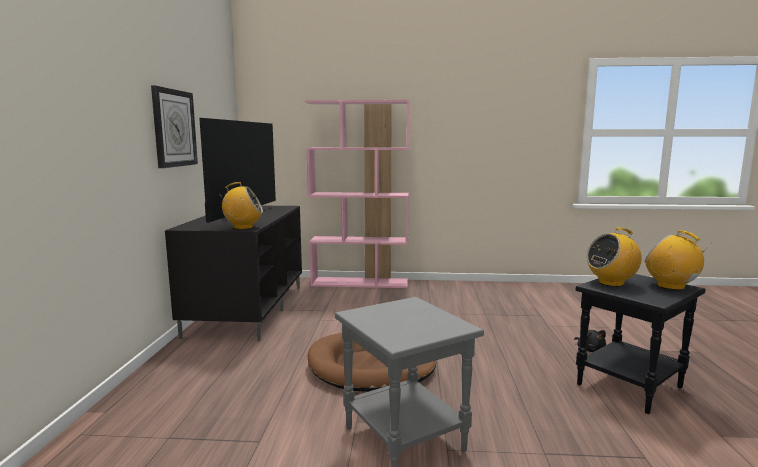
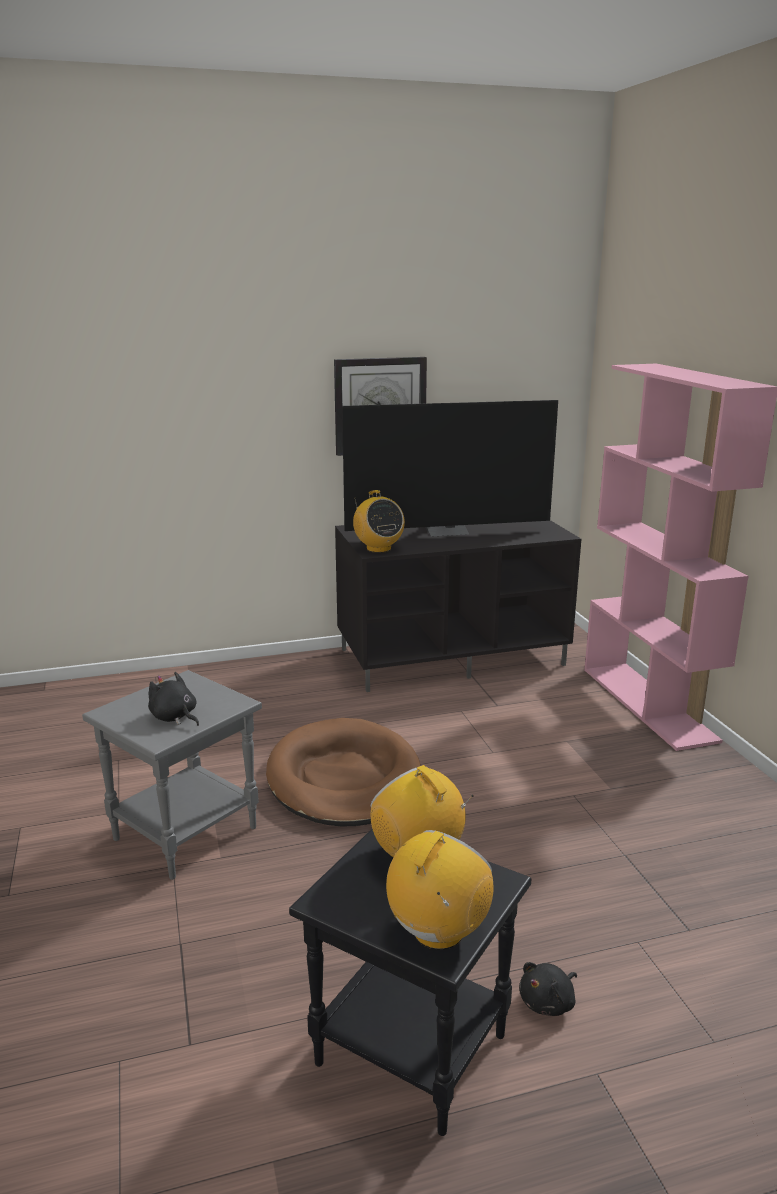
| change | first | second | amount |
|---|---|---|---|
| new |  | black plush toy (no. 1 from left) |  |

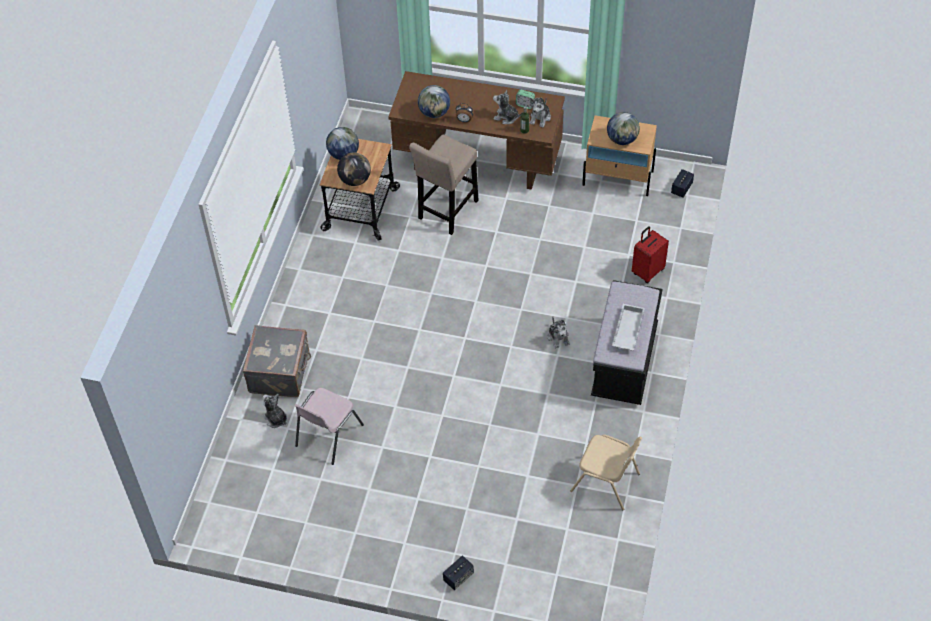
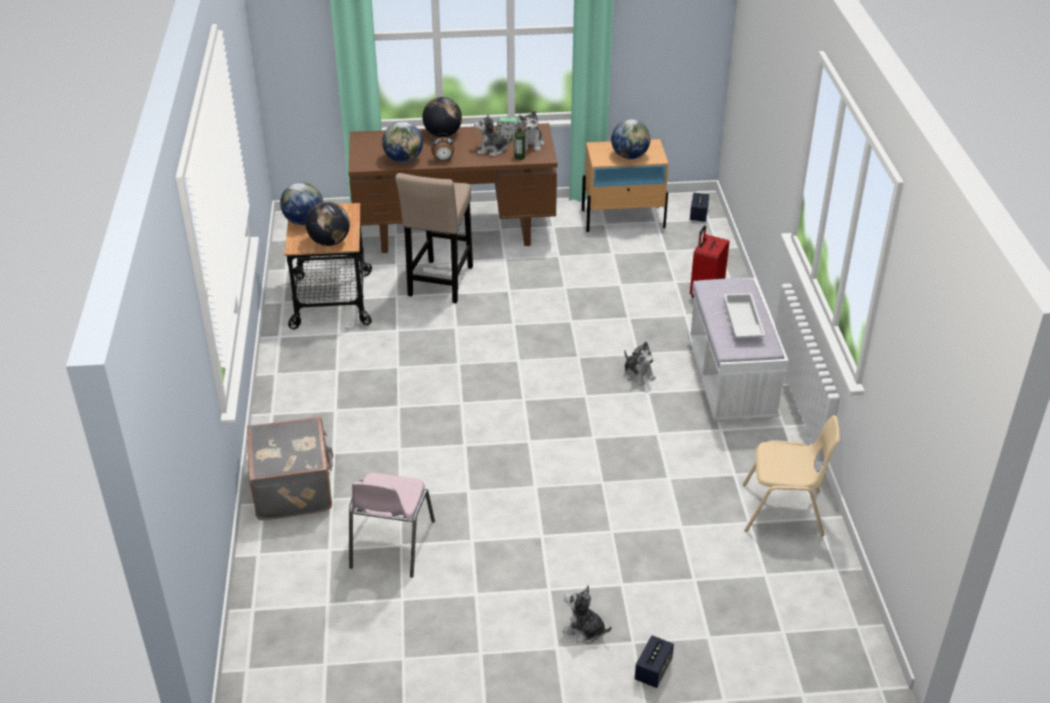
| change | first | second | amount |
|---|---|---|---|
| shifted | plush toy (no. 1 from left in the first image) | plush toy (no. 3 from left) |  |
| repainted | black bench | white bench |  |
| new |  | globe (no. 4 from left) |  |

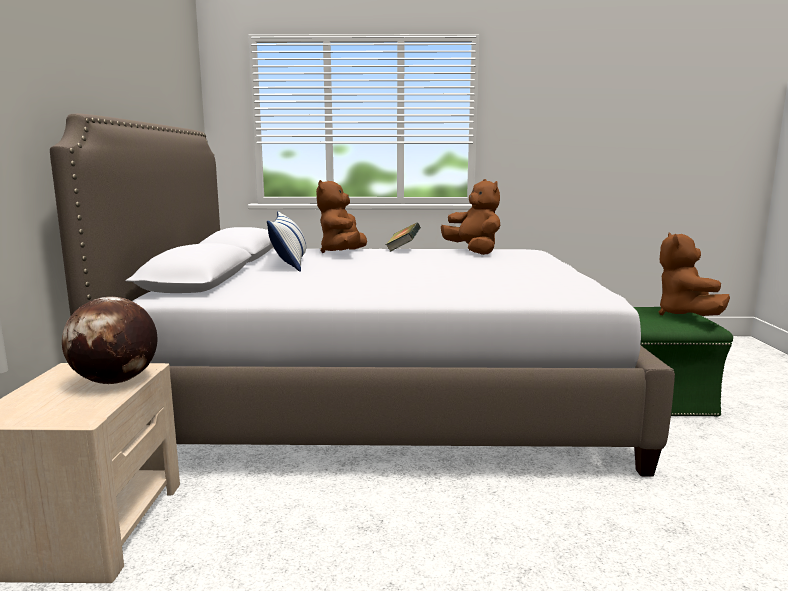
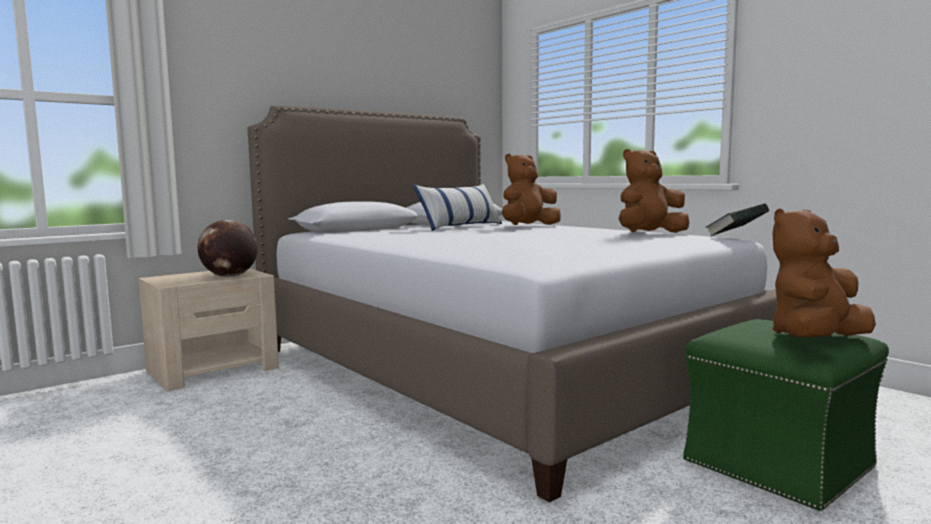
| change | first | second | amount |
|---|---|---|---|
| shifted | book |  |  |
| rotated | brown plush toy (no. 2 from left) |  | 135 degrees counterclockwise |

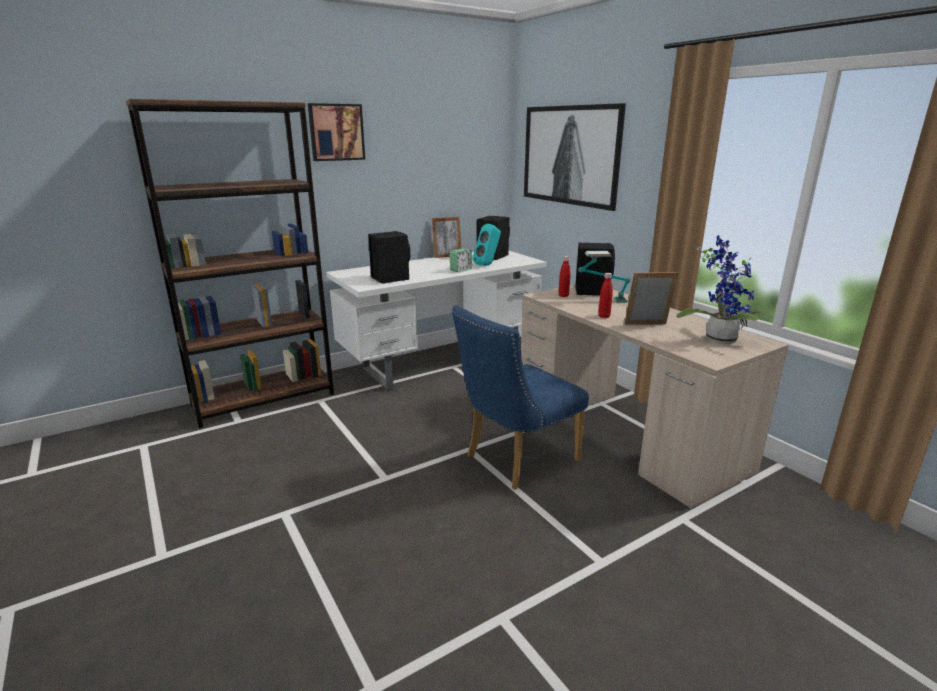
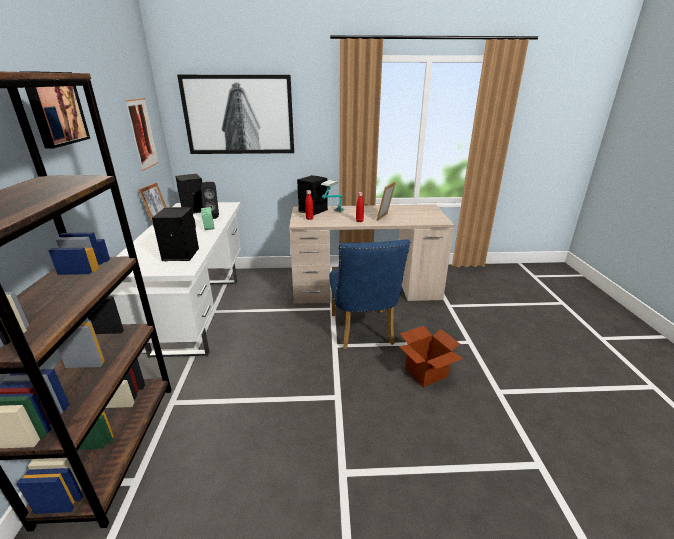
| change | first | second | amount |
|---|---|---|---|
| repainted | turquoise speaker | black speaker (no. 3 from left) |  |
| gone | potted plant |  |  |
| new |  | picture (no. 2 from left) |  |
| new |  | cardboard box |  |

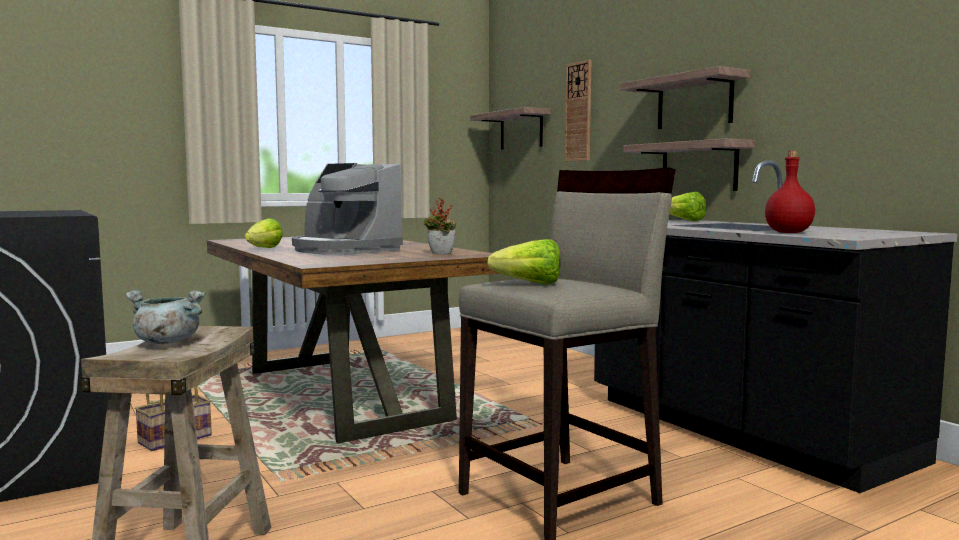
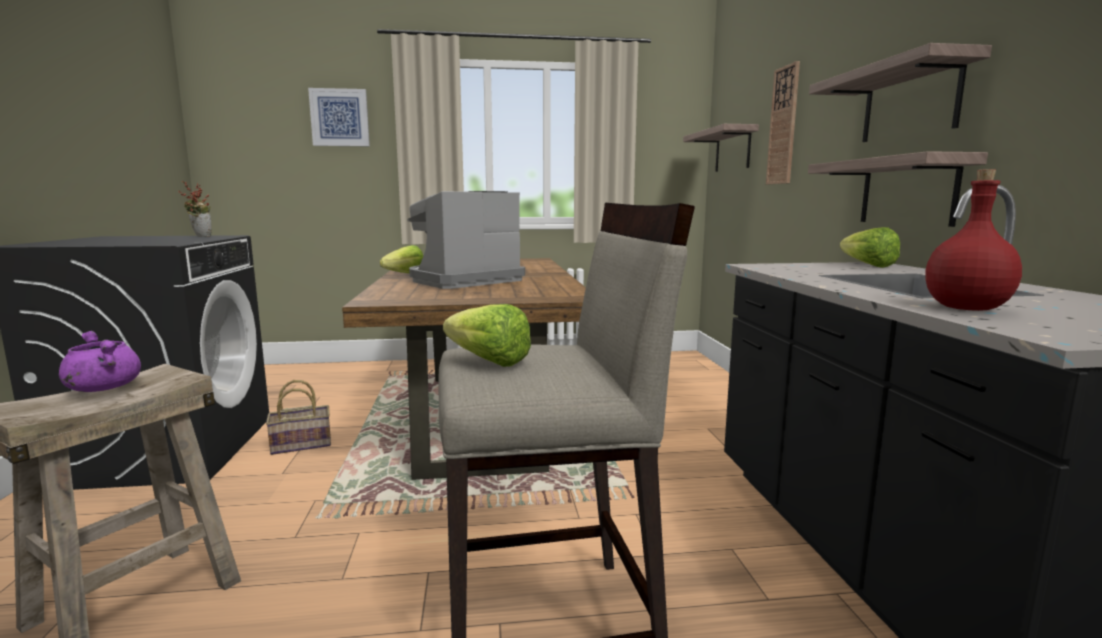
| change | first | second | amount |
|---|---|---|---|
| repainted | grey cooking pot | purple cooking pot |  |
| rotated | coffee machine |  | 75 degrees clockwise |
| shifted | potted plant |  |  |
| new |  | picture |  |

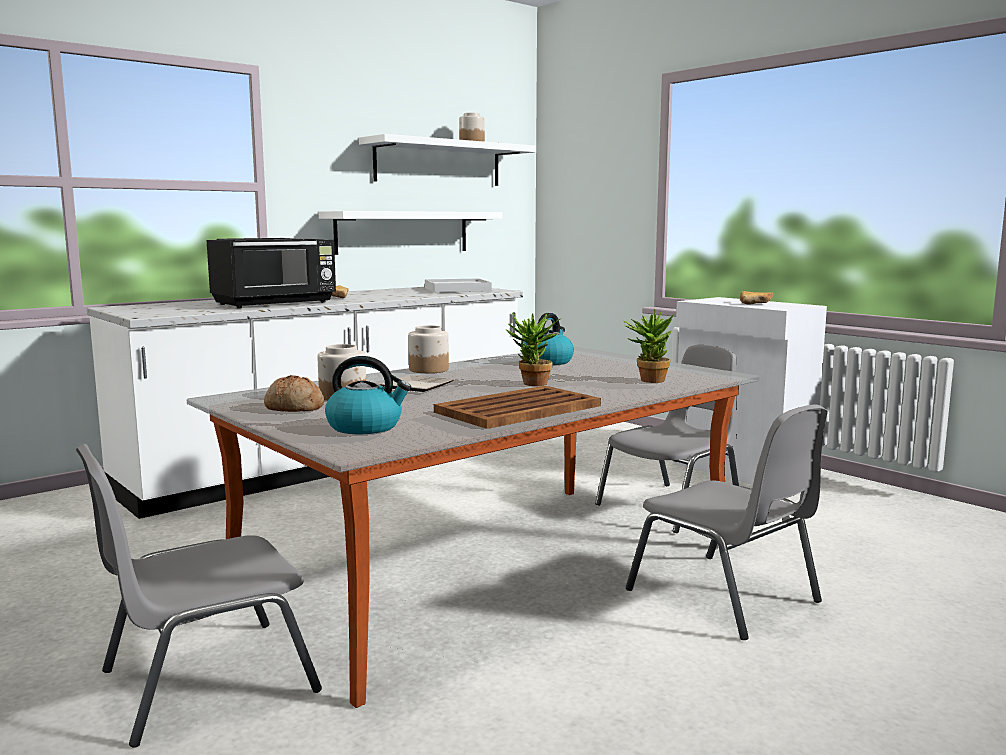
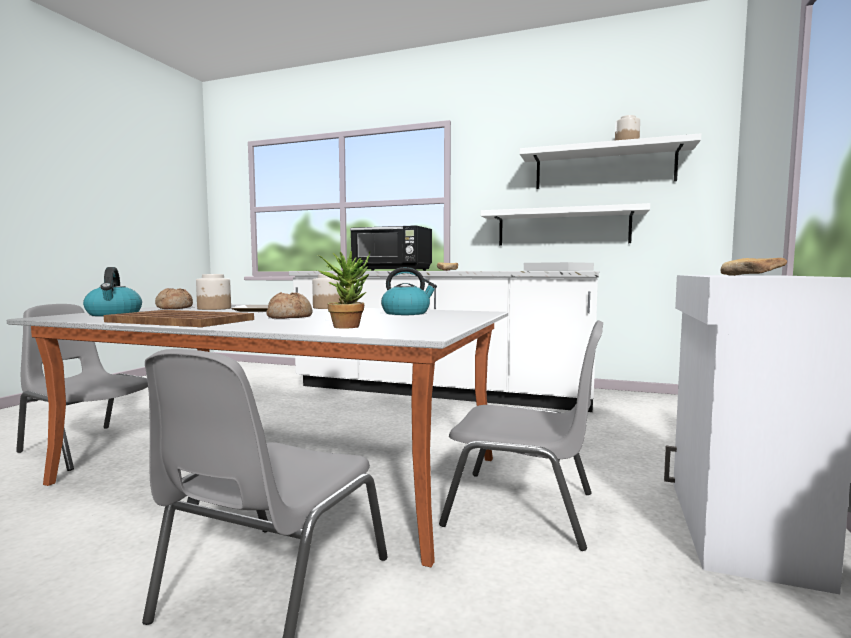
| change | first | second | amount |
|---|---|---|---|
| swapped | potted plant (no. 1 from left) | bread (no. 2 from left) |  |

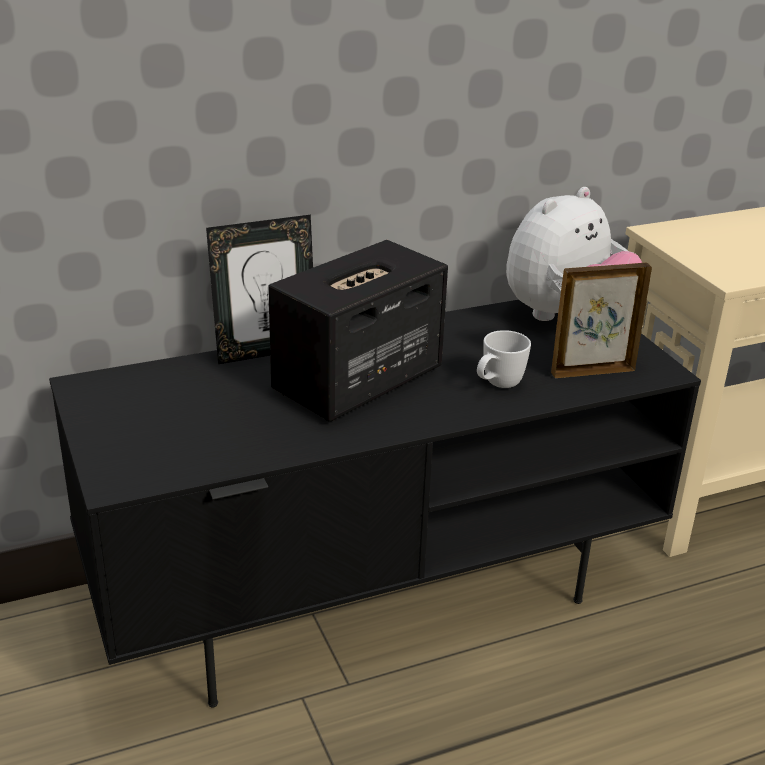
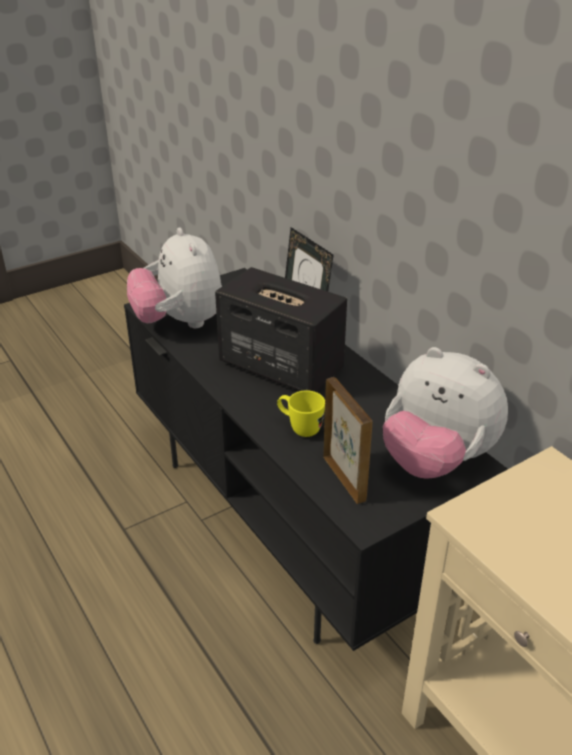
| change | first | second | amount |
|---|---|---|---|
| repainted | white mug | yellow mug |  |
| new |  | plush toy (no. 1 from left) |  |

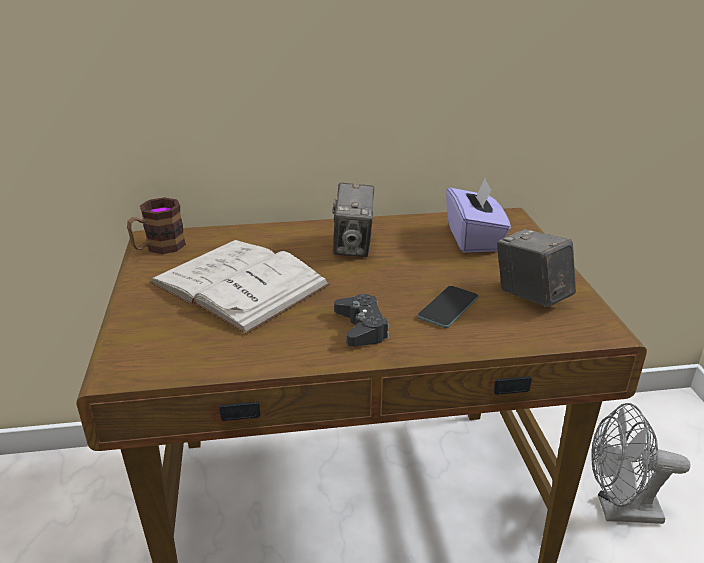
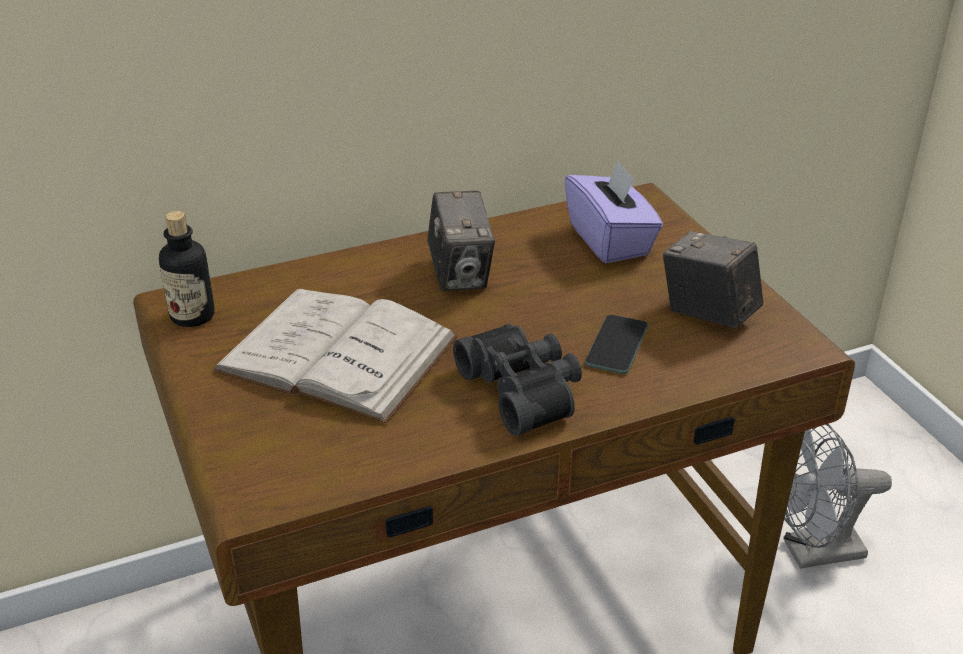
| change | first | second | amount |
|---|---|---|---|
| swapped | mug | bottle |  |
| swapped | black game controller | black binoculars |  |

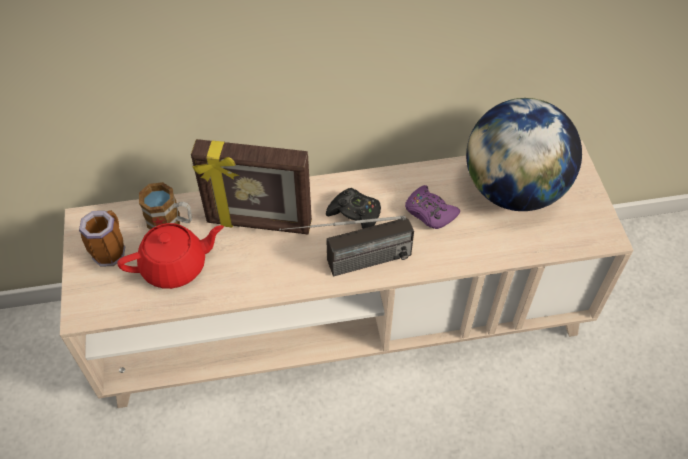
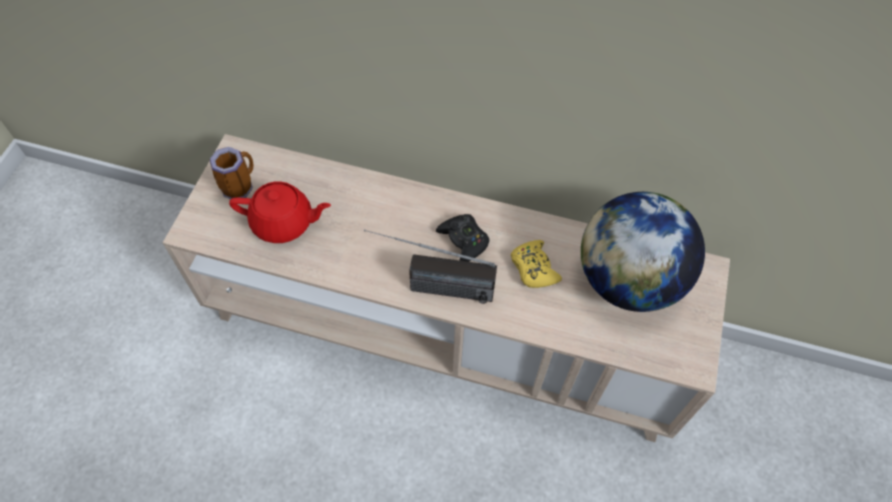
| change | first | second | amount |
|---|---|---|---|
| gone | mug (no. 2 from left) |  |  |
| gone | picture frame |  |  |
| repainted | purple game controller | yellow game controller |  |

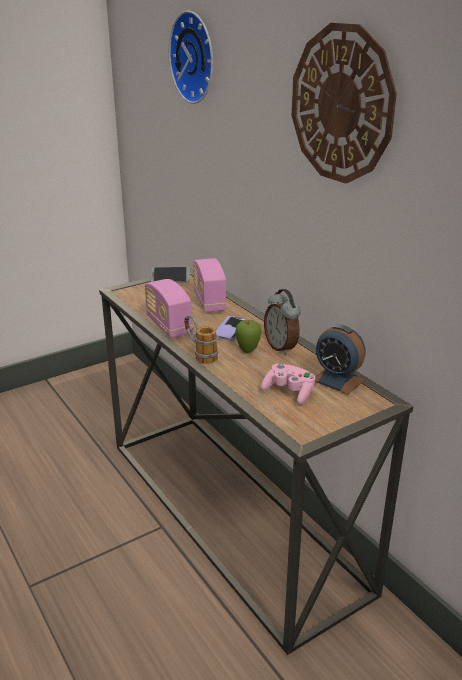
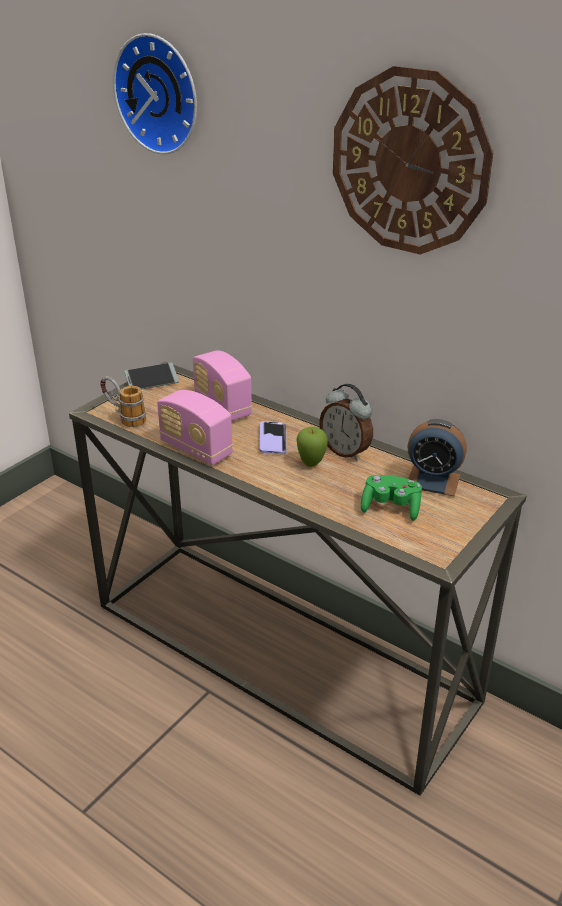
| change | first | second | amount |
|---|---|---|---|
| shifted | mug |  |  |
| repainted | pink game controller | green game controller |  |

